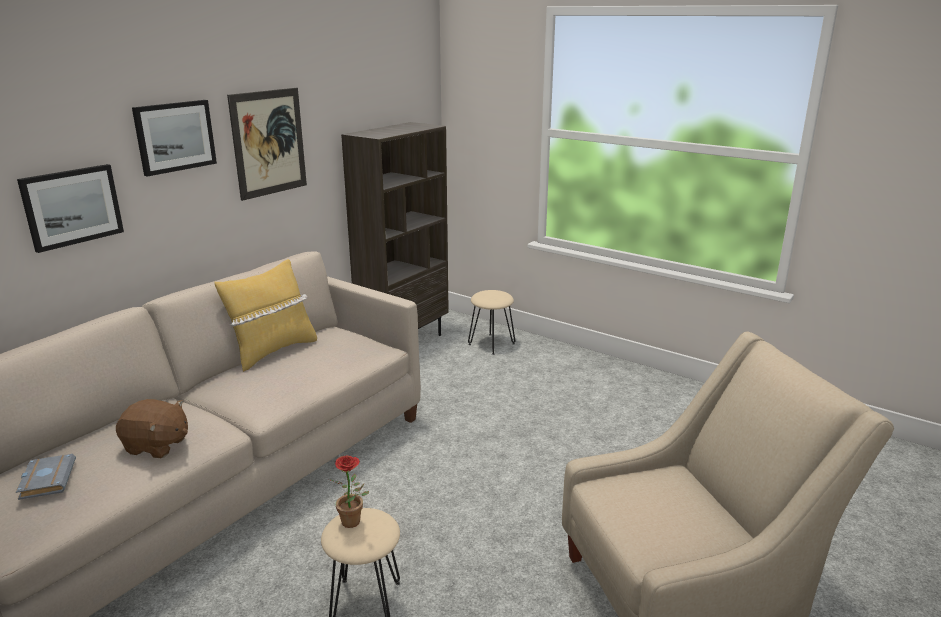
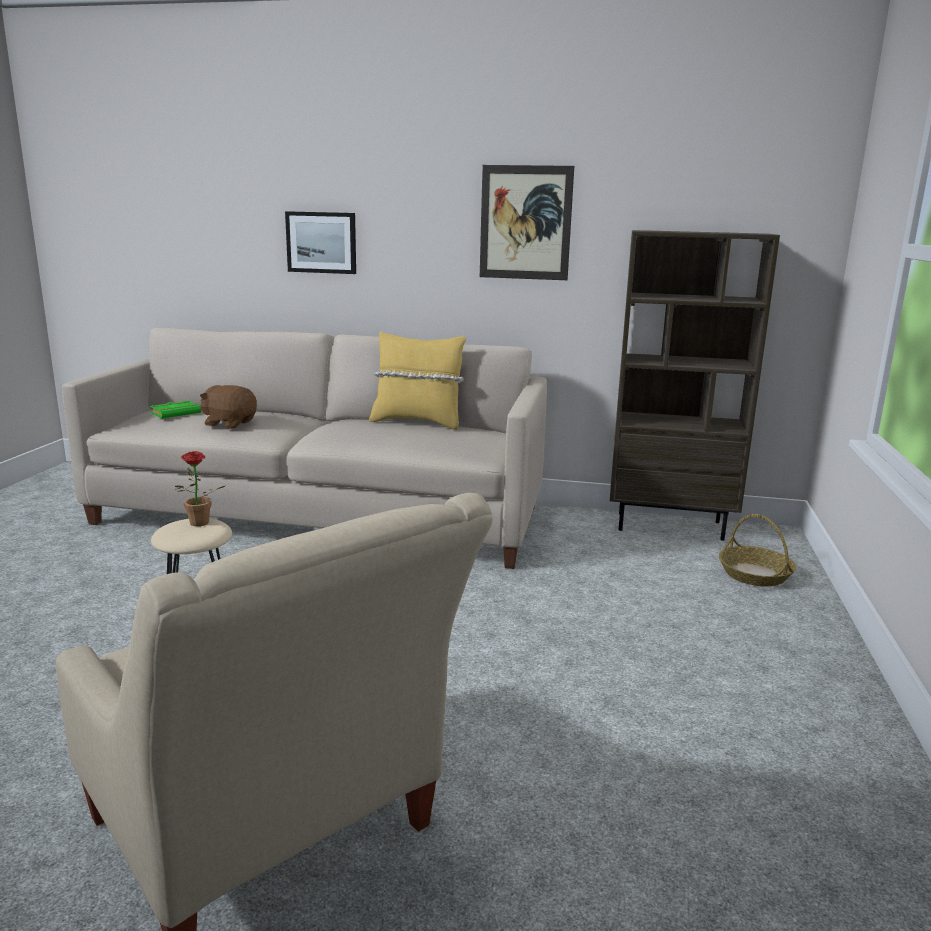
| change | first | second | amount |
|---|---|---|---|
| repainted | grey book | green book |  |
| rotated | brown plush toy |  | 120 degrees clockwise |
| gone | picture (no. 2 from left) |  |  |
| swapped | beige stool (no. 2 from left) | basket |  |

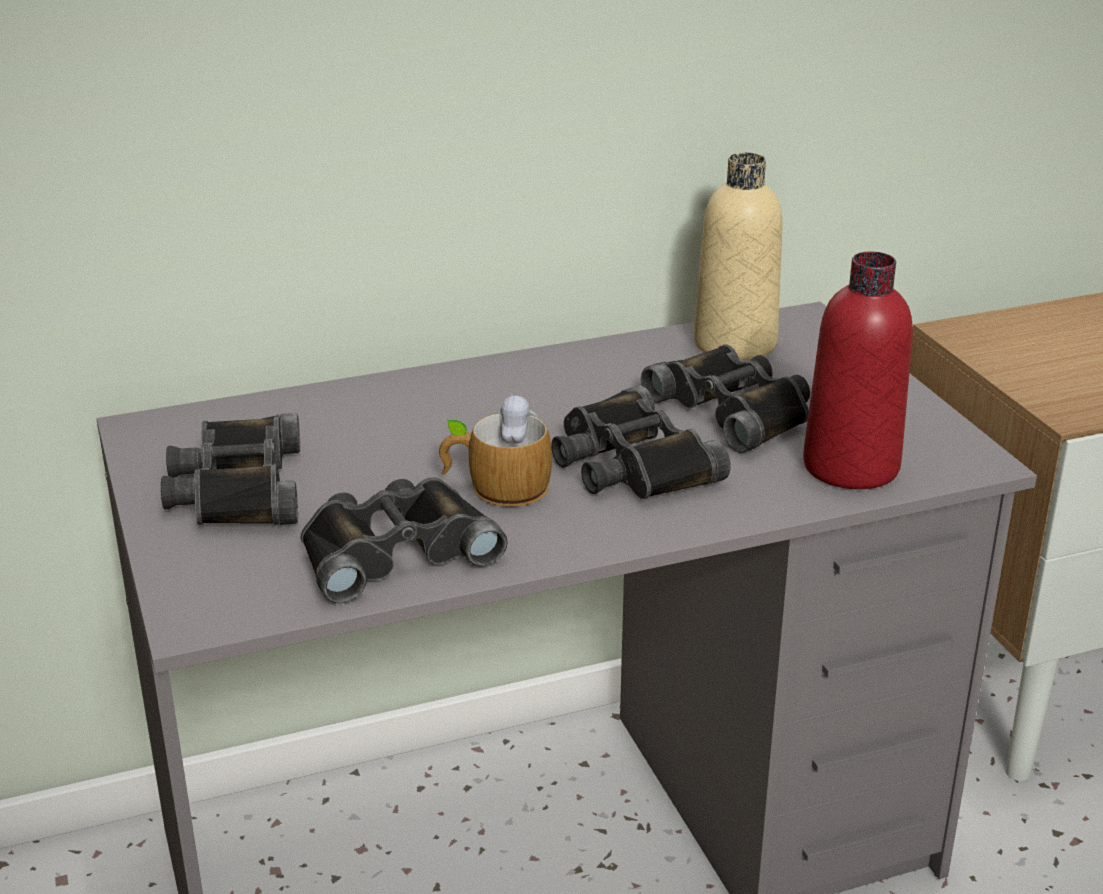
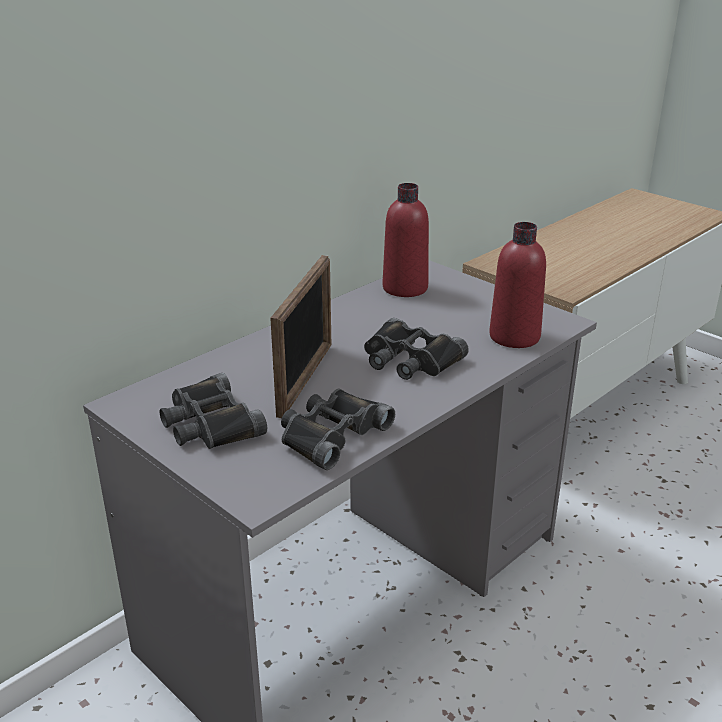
| change | first | second | amount |
|---|---|---|---|
| gone | mug |  |  |
| gone | black binoculars (no. 4 from left) |  |  |
| repainted | beige bottle | red bottle (no. 1 from left) |  |
| new |  | picture frame |  |

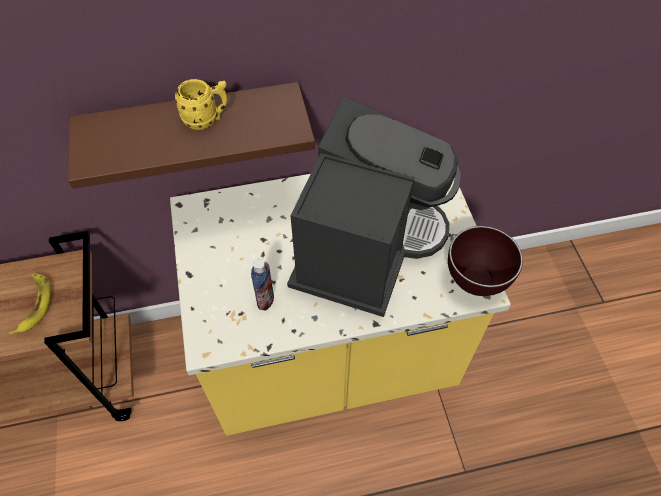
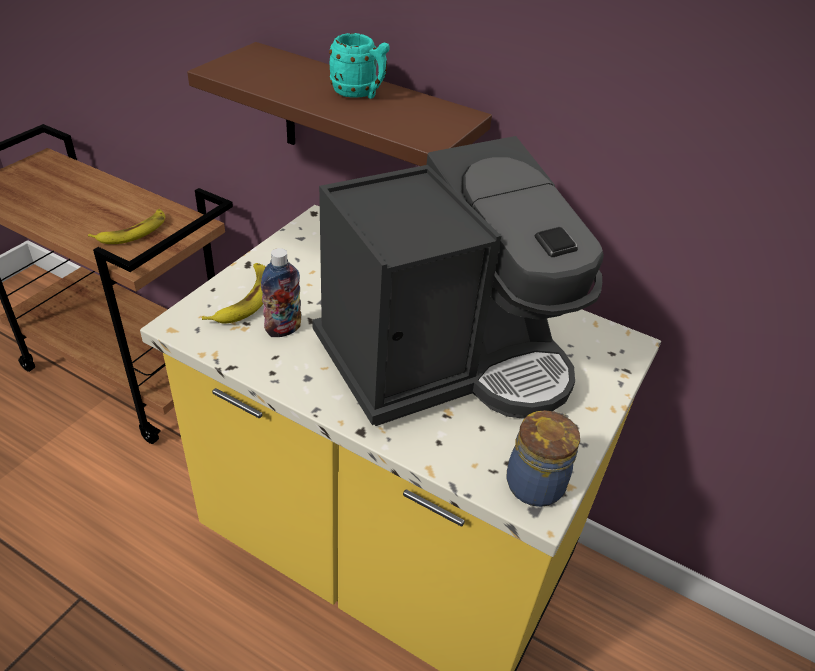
| change | first | second | amount |
|---|---|---|---|
| repainted | yellow mug | turquoise mug |  |
| swapped | brown bowl | jar |  |
| new |  | banana (no. 2 from left) |  |

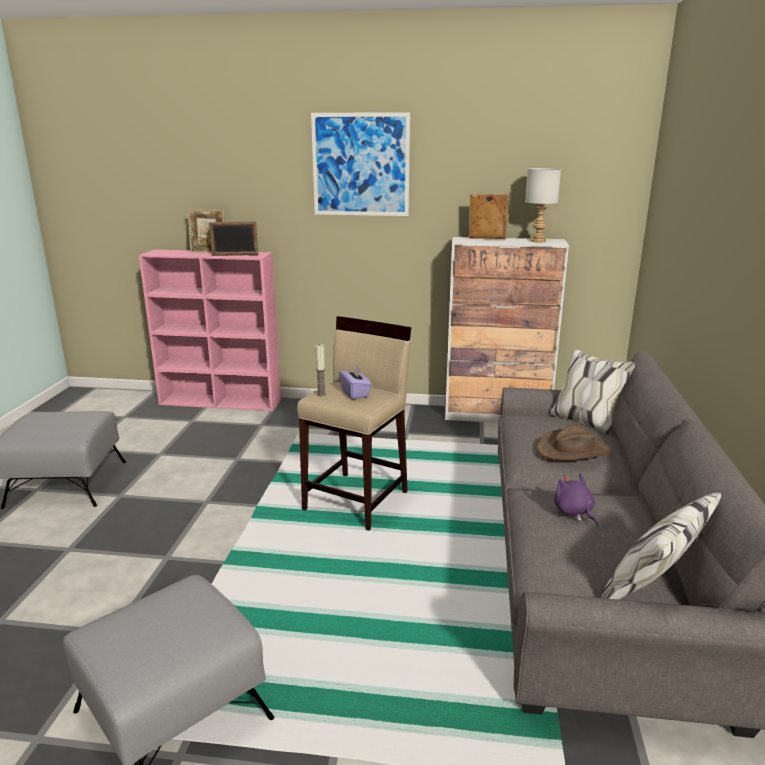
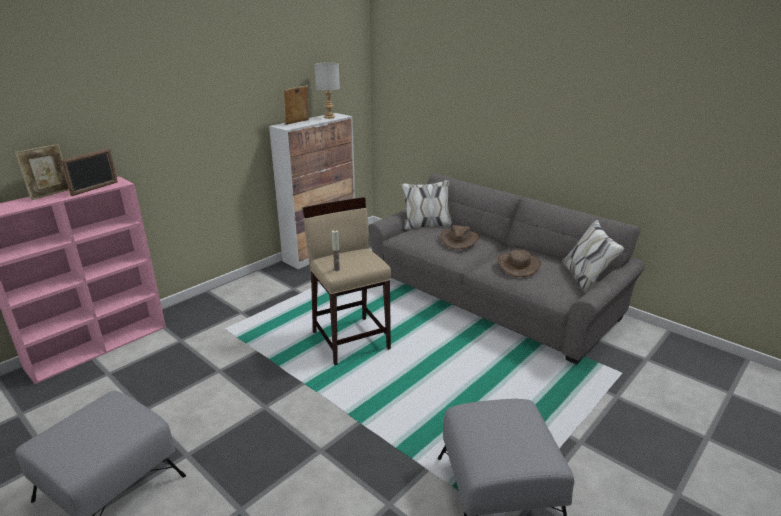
| change | first | second | amount |
|---|---|---|---|
| gone | picture |  |  |
| gone | purple tissue box |  |  |
| swapped | purple plush toy | brown hat (no. 2 from left) |  |

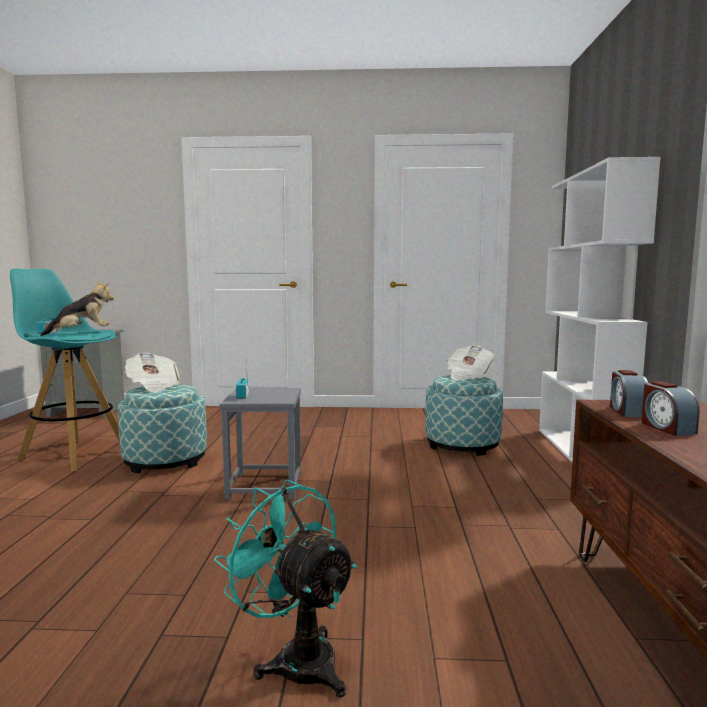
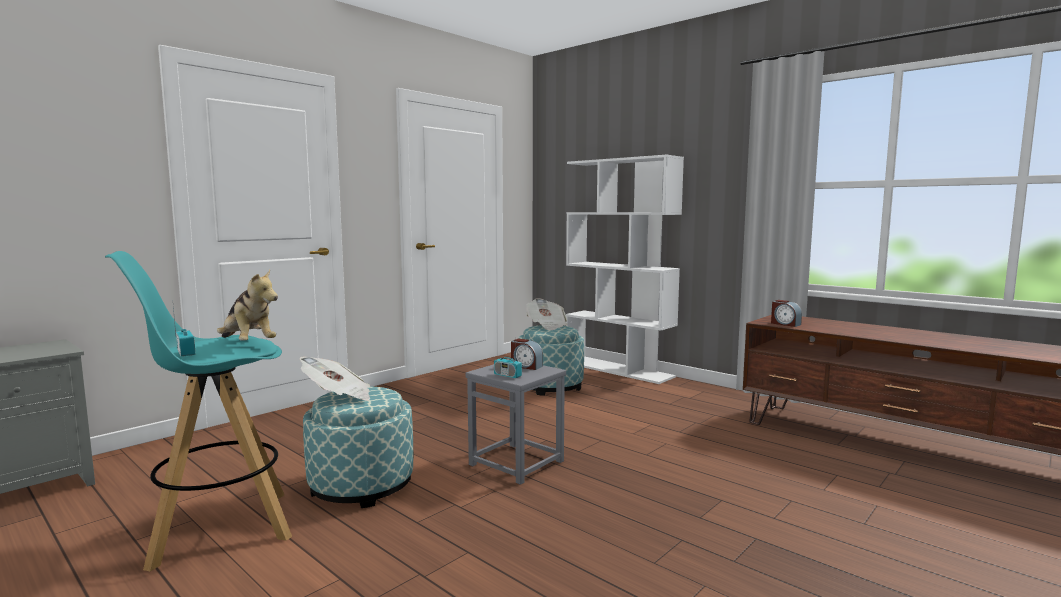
| change | first | second | amount |
|---|---|---|---|
| rotated | plush toy |  | 120 degrees clockwise |
| gone | turquoise fan |  |  |
| shifted | alarm clock (no. 2 from left in the first image) | alarm clock (no. 1 from left) |  |

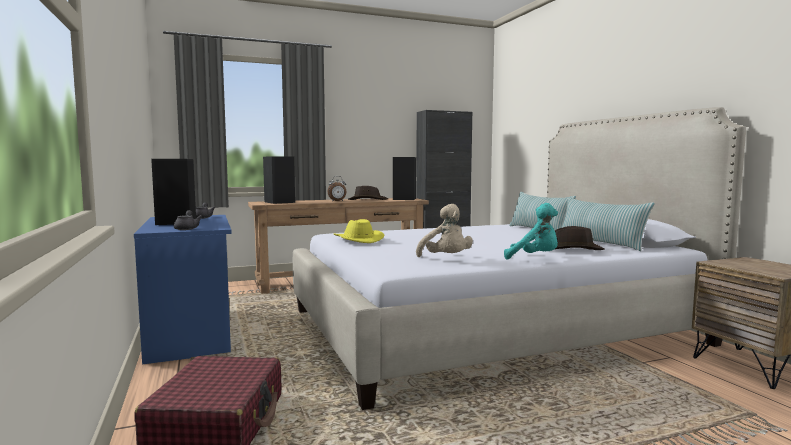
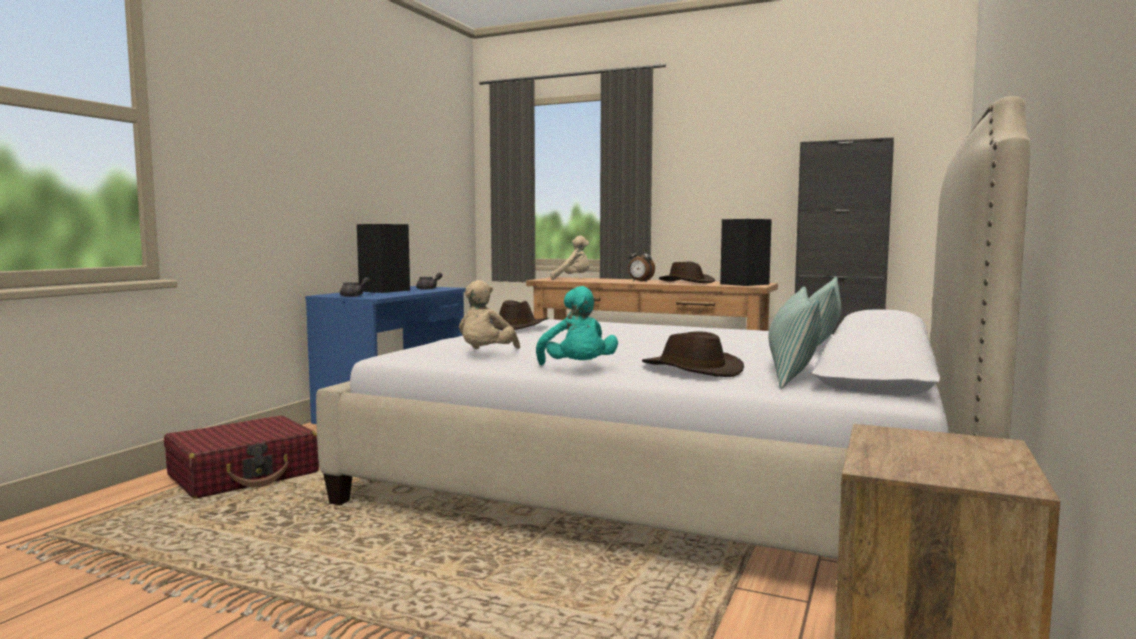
| change | first | second | amount |
|---|---|---|---|
| swapped | black speaker (no. 2 from left) | beige plush toy (no. 2 from left) |  |
| repainted | yellow hat | brown hat (no. 1 from left) |  |

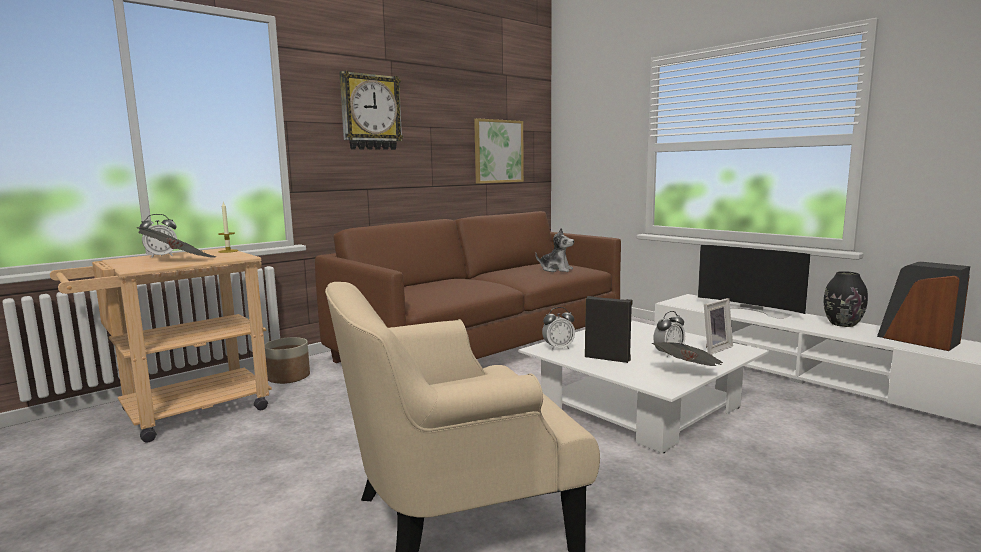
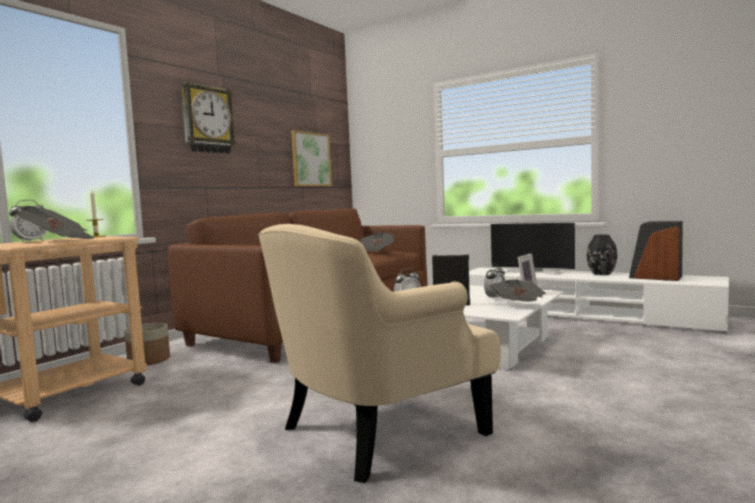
| change | first | second | amount |
|---|---|---|---|
| swapped | plush toy | newspaper (no. 2 from left) |  |

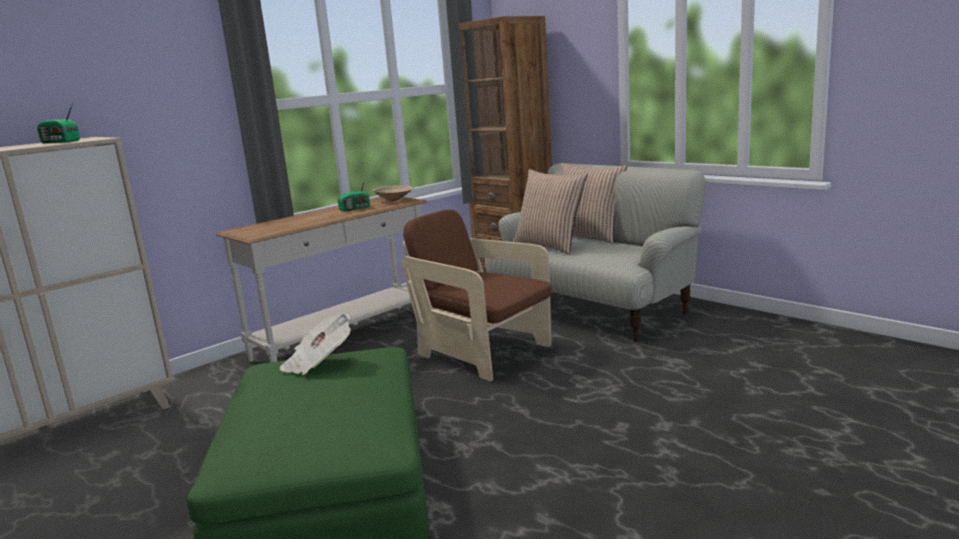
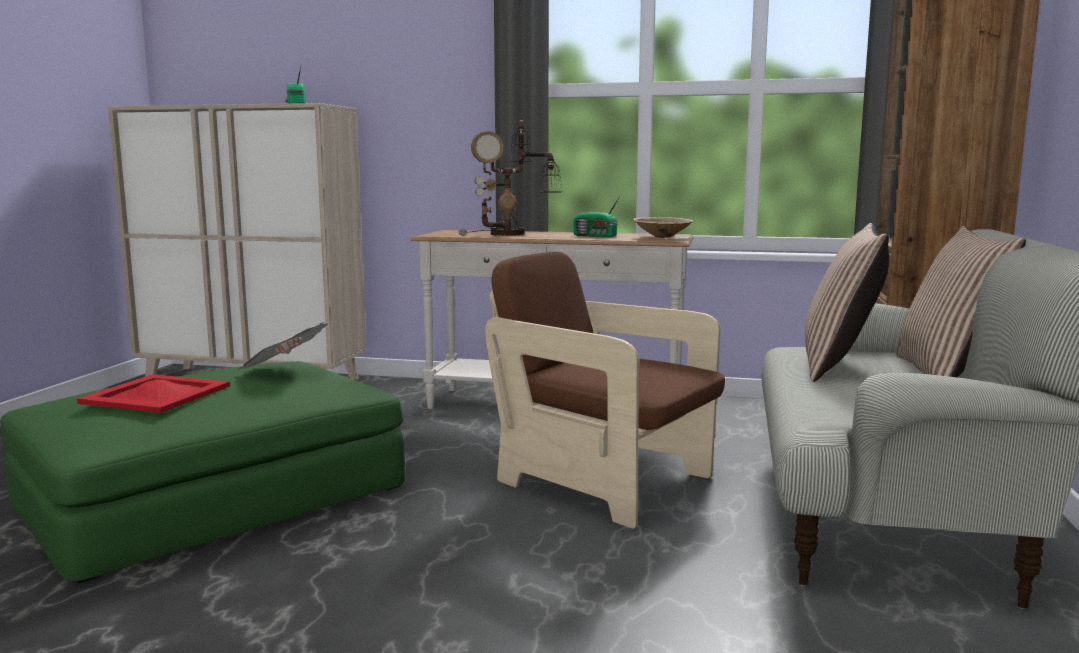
| change | first | second | amount |
|---|---|---|---|
| rotated | brown armchair |  | 60 degrees counterclockwise |
| new |  | red tray |  |
| new |  | table lamp |  |

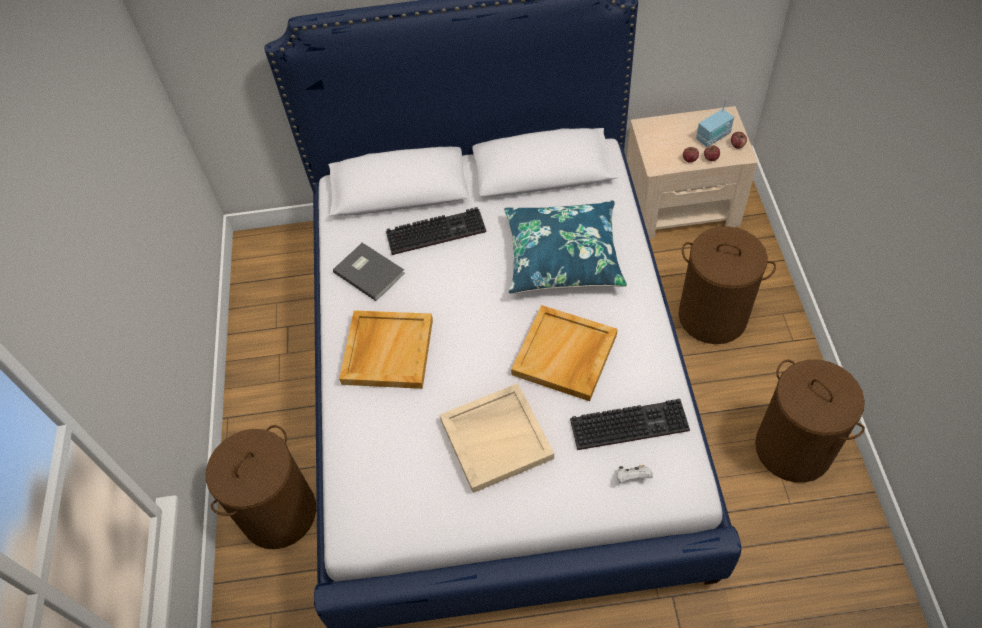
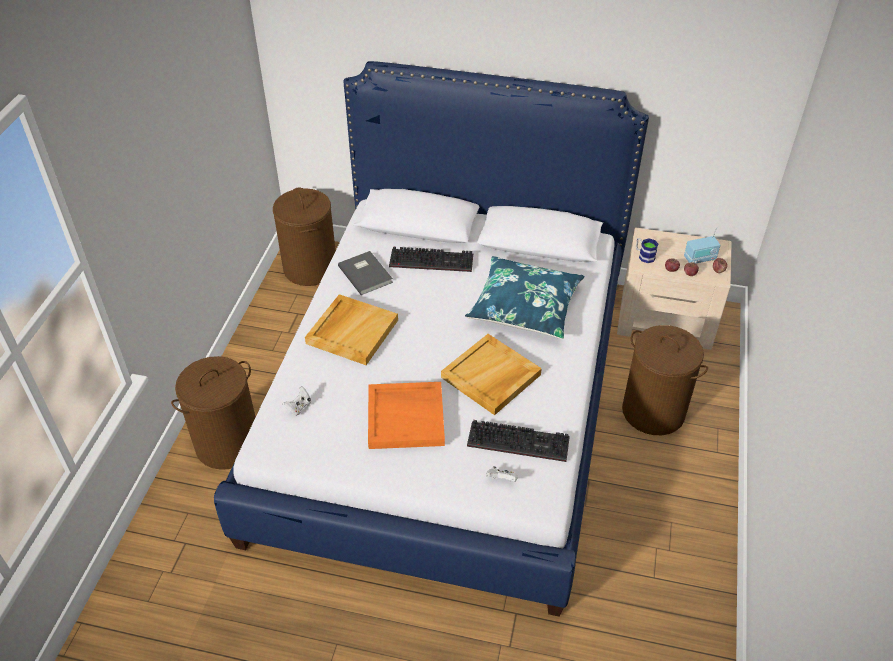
| change | first | second | amount |
|---|---|---|---|
| repainted | beige tray (no. 2 from left) | orange tray |  |
| shifted | brown laundry basket (no. 3 from left in the first image) | brown laundry basket (no. 2 from left) |  |
| new |  | white game controller (no. 1 from left) |  |
| new |  | mug |  |

